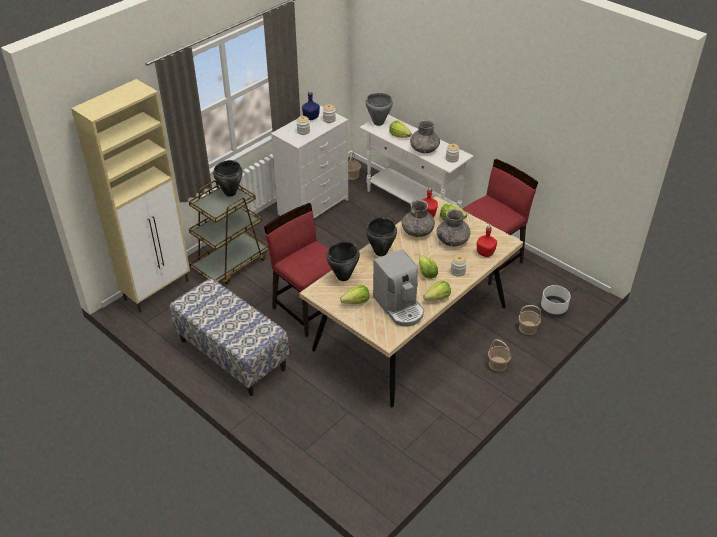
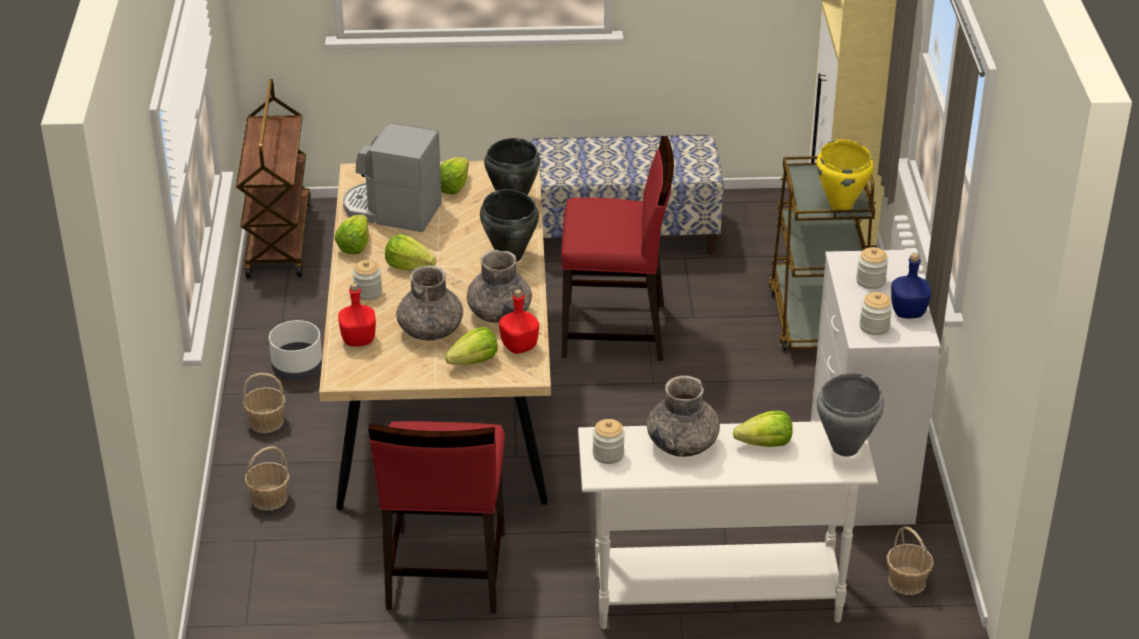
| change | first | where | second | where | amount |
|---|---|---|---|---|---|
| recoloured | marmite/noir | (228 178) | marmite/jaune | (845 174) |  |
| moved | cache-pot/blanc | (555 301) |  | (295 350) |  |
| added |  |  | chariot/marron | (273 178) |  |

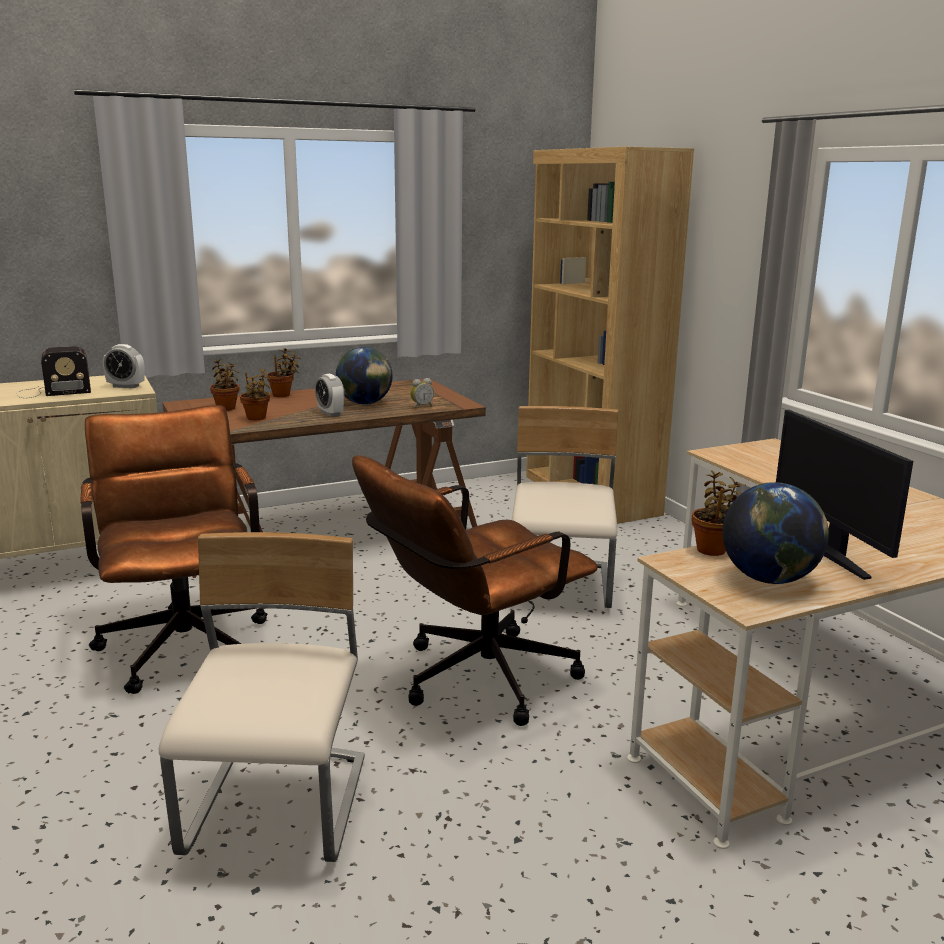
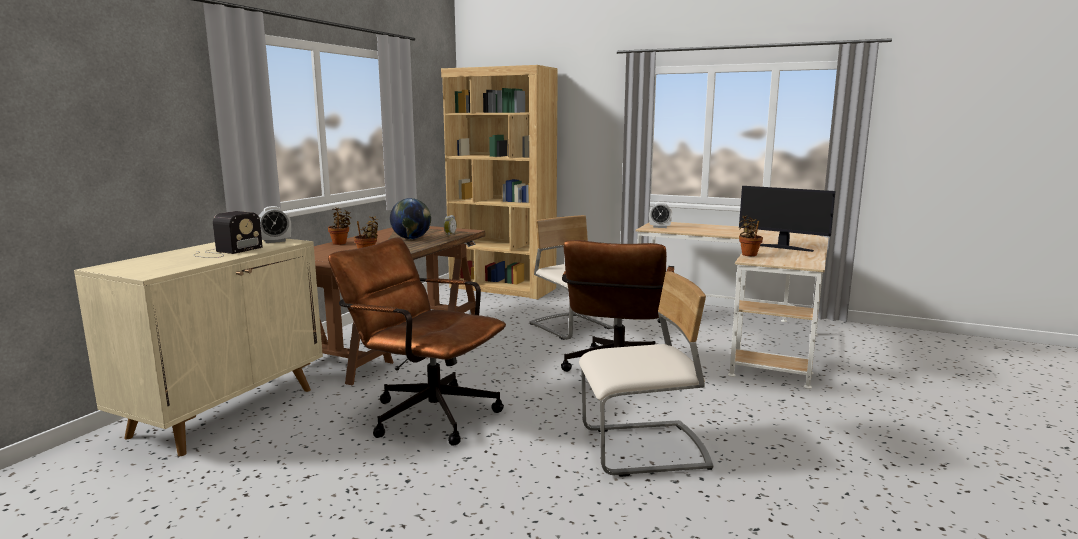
| change | first | where | second | where | amount |
|---|---|---|---|---|---|
| turned | chaise/beige | (262 697) |  | (646 374) | 120 degrees clockwise |
| removed | plante en pot | (224 385) |  |  |  |
| moved | réveil | (330 395) |  | (660 215) |  |
| removed | globe | (775 533) |  |  |  |

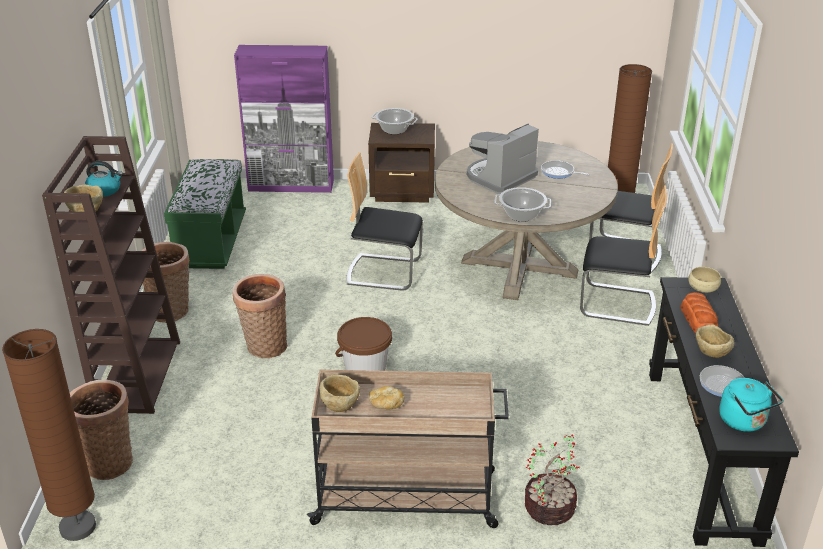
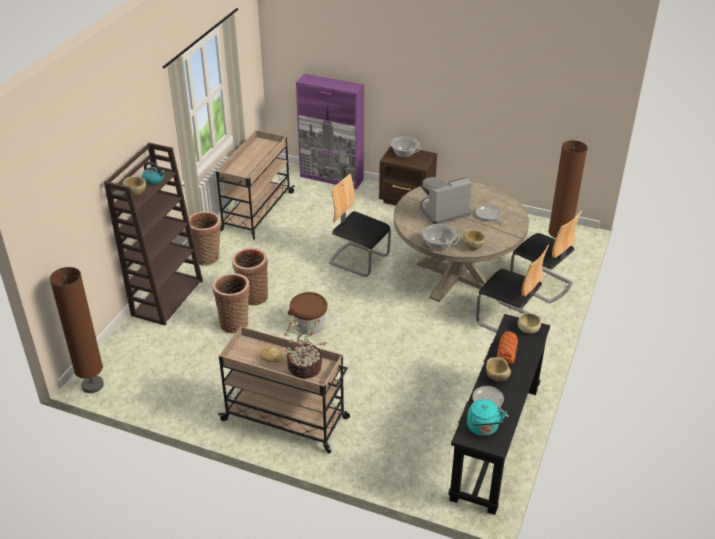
| change | first | where | second | where | amount |
|---|---|---|---|---|---|
| moved | panier | (101 429) |  | (231 303) |  |
| replaced | banc/vert | (205 214) | chariot/beige | (255 185) |  |
| moved | bol/beige | (339 393) |  | (474 239) |  |
| moved | plante en pot | (552 479) |  | (305 349) |  |

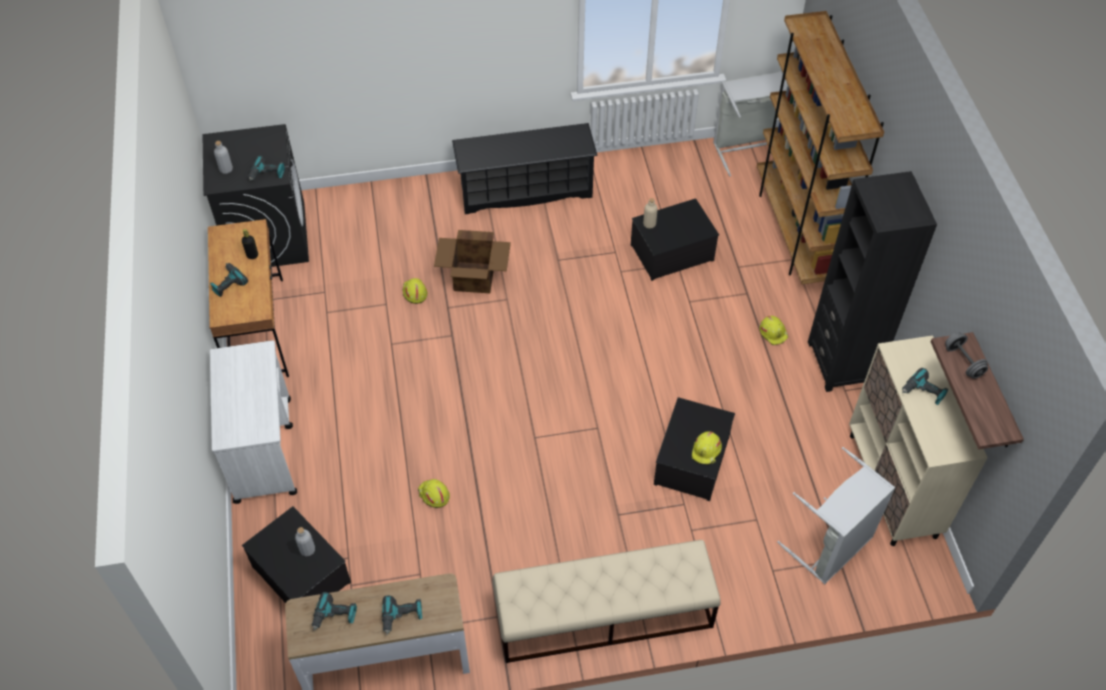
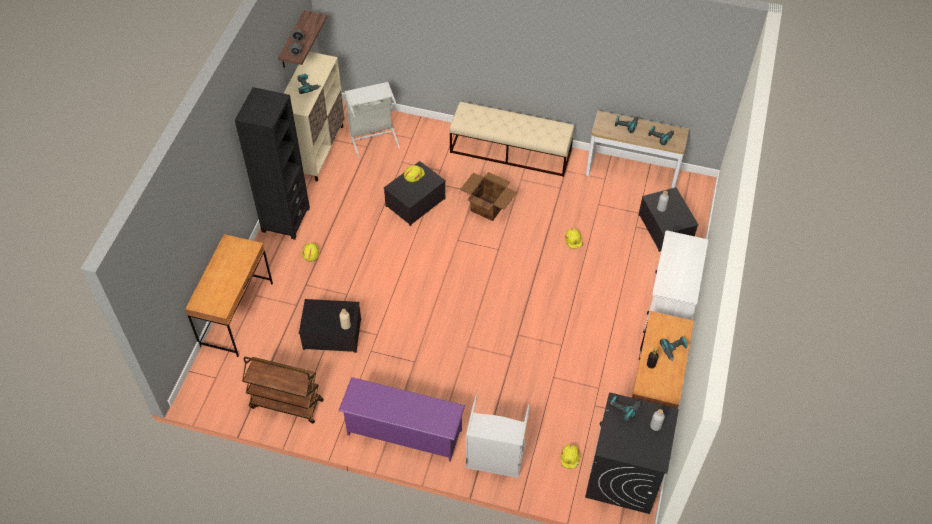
| change | first | where | second | where | amount |
|---|---|---|---|---|---|
| moved | casque de chantier/jaune | (414 291) |  | (571 456) |  |
| moved | carton | (472 261) |  | (488 196) |  |
| recoloured | étagère à chaussures/noir | (525 168) | étagère à chaussures/violet | (401 419) |  |
| moved | panier à linge/gris | (750 123) |  | (497 436) |  |
| replaced | bibliothèque/marron | (820 147) | bureau/marron | (229 295) |  |
| added |  |  | chariot/marron | (283 390) |  |

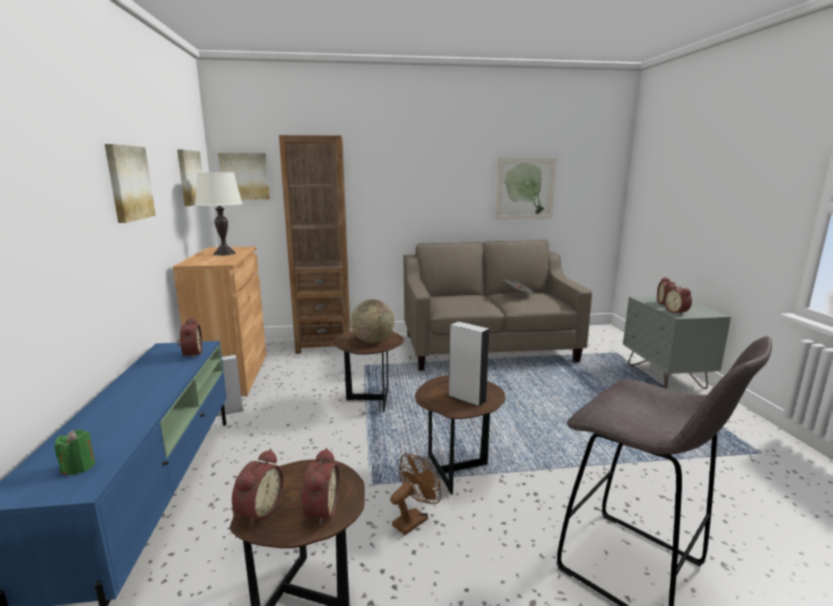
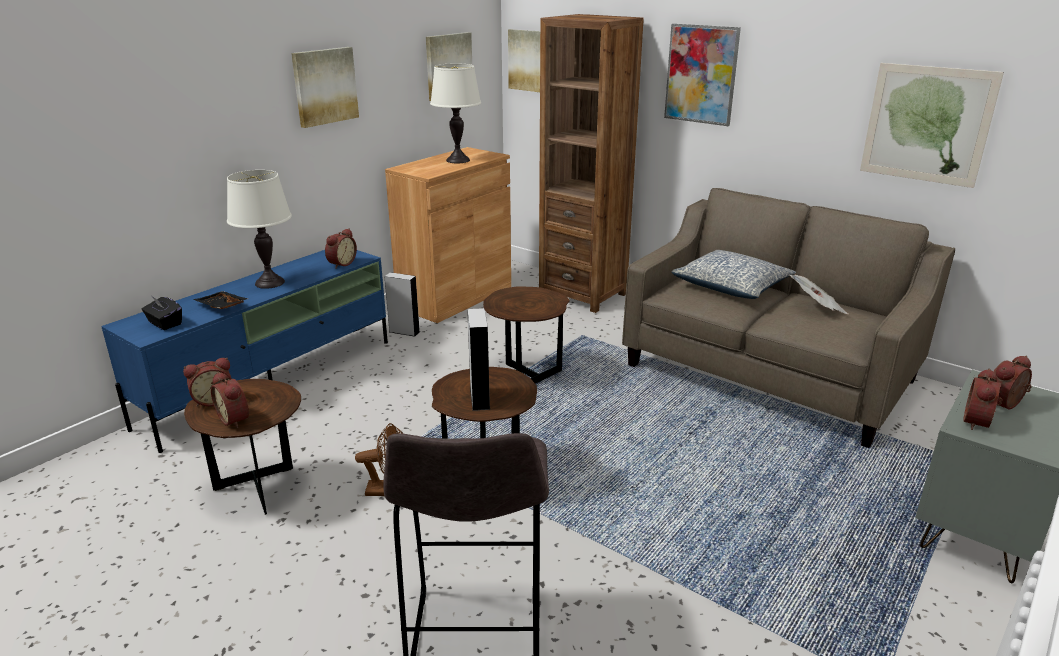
| change | first | where | second | where | amount |
|---|---|---|---|---|---|
| replaced | bougie/vert | (75 452) | boîte à mouchoirs/noir | (162 313) |  |
| turned | réveil | (319 487) |  | (230 400) | 90 degrees clockwise |
| removed | globe | (372 321) |  |  |  |
| added |  |  | plateau/noir | (220 300) |  |
| added |  |  | lampe de table/blanc | (259 229) |  |
| added |  |  | tableau | (702 75) |  |
| added |  |  | coussin | (734 274) |  |

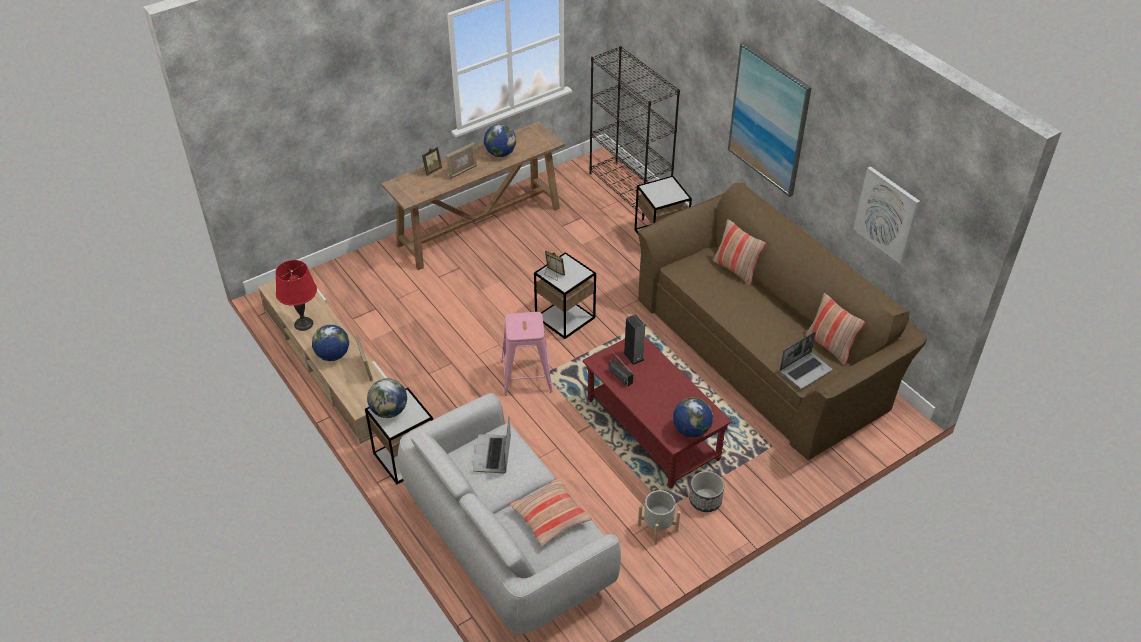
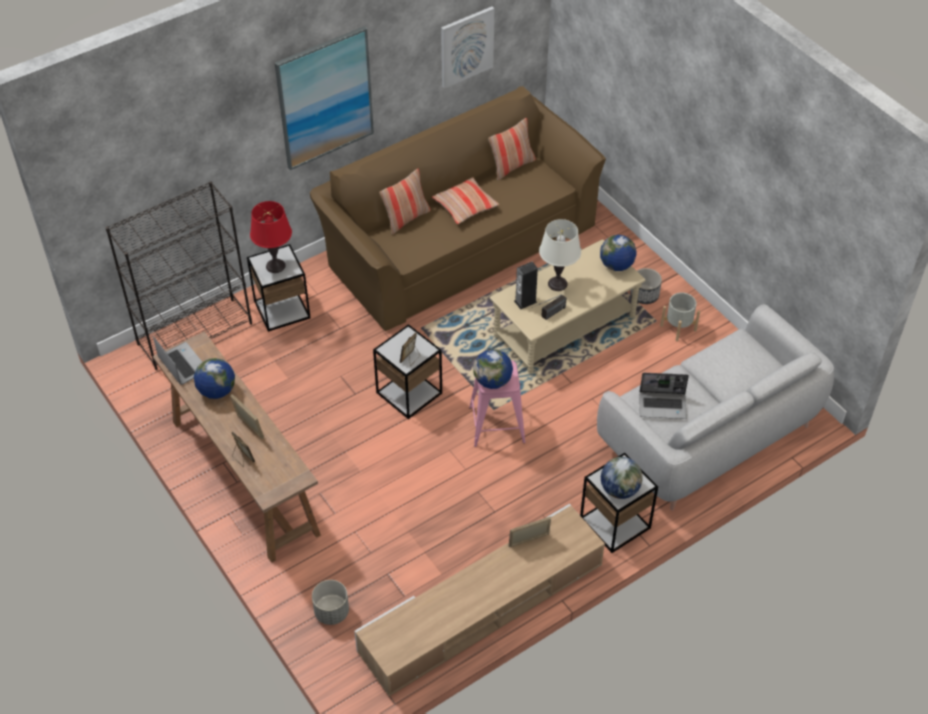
| change | first | where | second | where | amount |
|---|---|---|---|---|---|
| moved | lampe de table/rouge | (296 295) |  | (271 237) |  |
| moved | globe | (330 343) |  | (493 369) |  |
| moved | coussin | (551 512) |  | (465 200) |  |
| recoloured | table basse/rouge | (657 412) | table basse/beige | (567 306) |  |
| moved | ordinateur portable | (806 360) |  | (177 360) |  |
| added |  |  | cache-pot/gris | (330 602) |  |
| added |  |  | lampe de table/blanc | (560 255) |  |

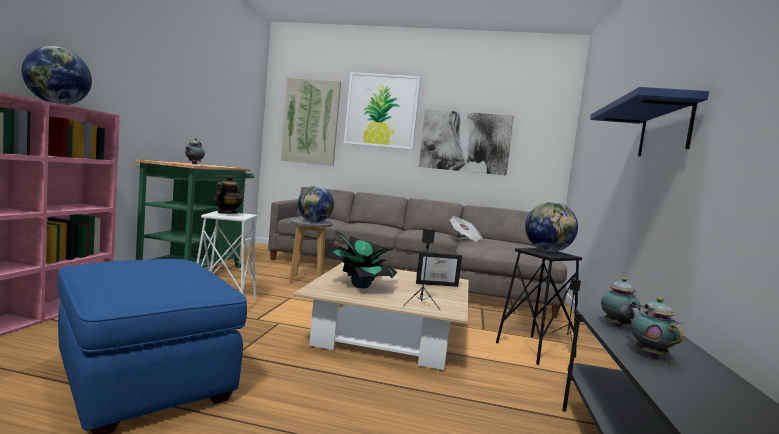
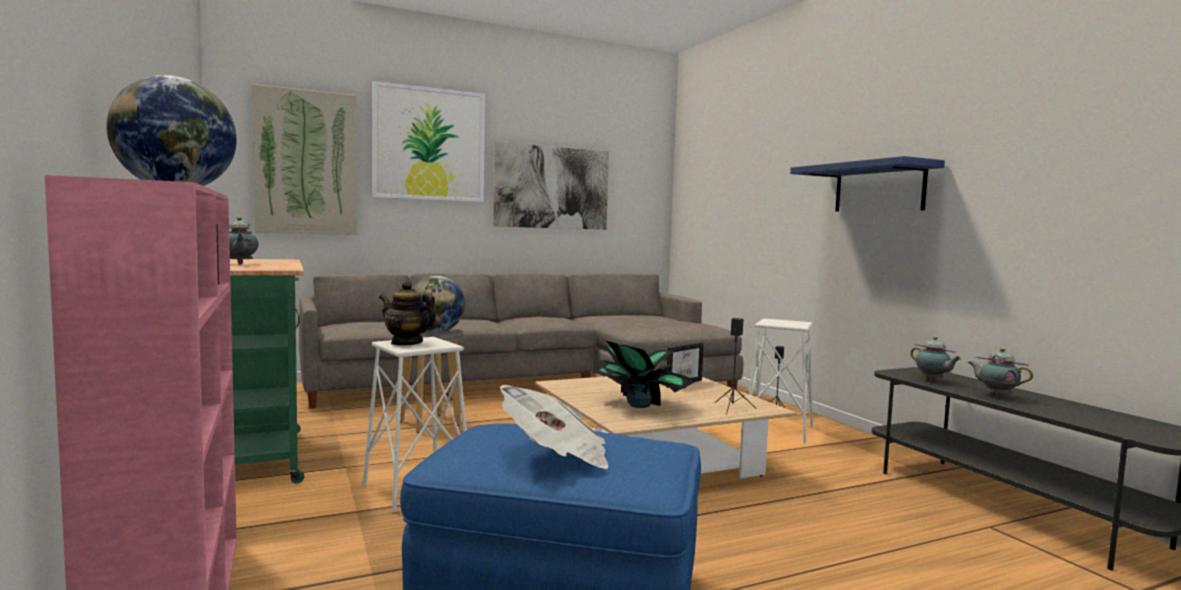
| change | first | where | second | where | amount |
|---|---|---|---|---|---|
| turned | théière | (228 194) |  | (408 313) | 45 degrees counterclockwise |
| moved | journal | (466 229) |  | (554 427) |  |
| recoloured | tabouret/noir | (539 306) | tabouret/blanc | (781 380) |  |
| removed | globe | (551 227) |  |  |  |

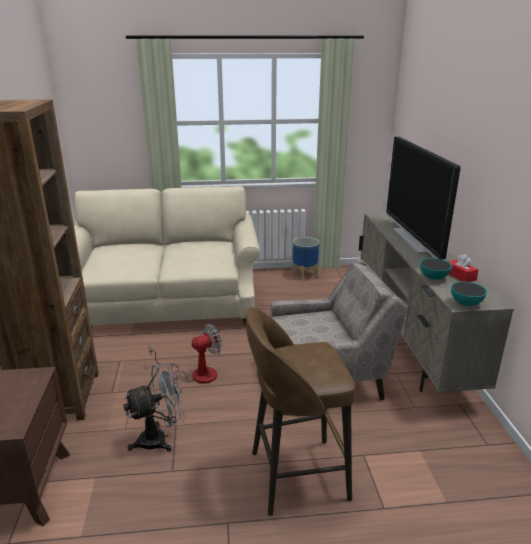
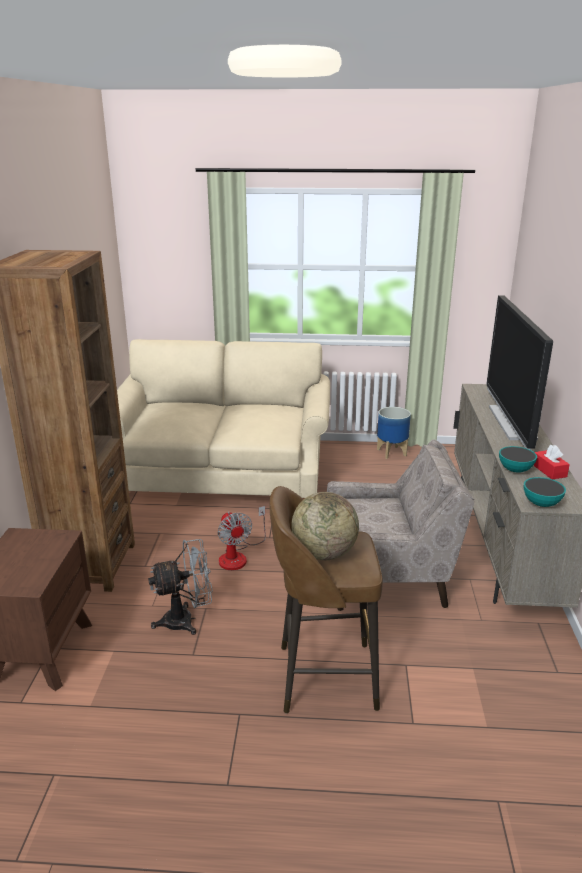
| change | first | where | second | where | amount |
|---|---|---|---|---|---|
| turned | ventilateur | (185 354) |  | (242 538) | 90 degrees clockwise |
| added |  |  | globe | (325 526) |  |

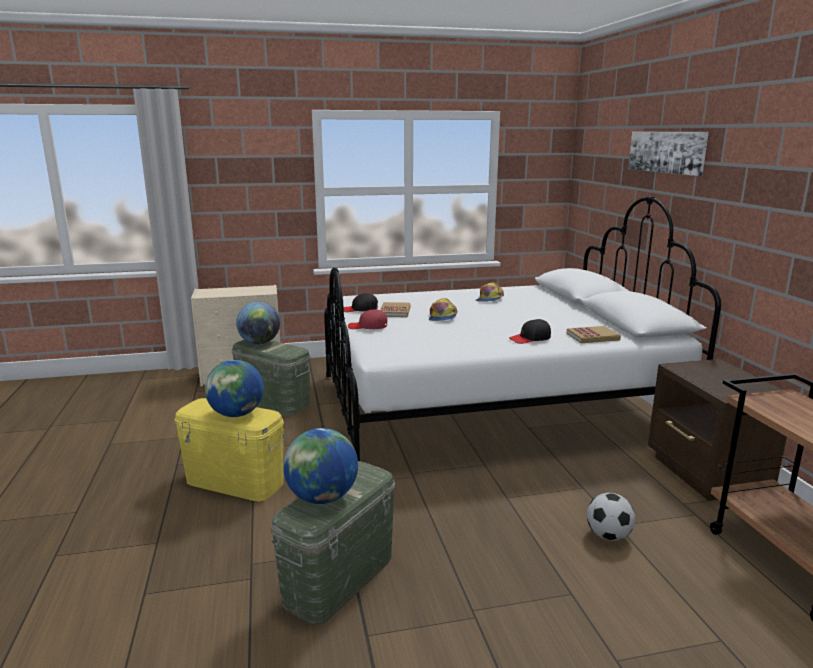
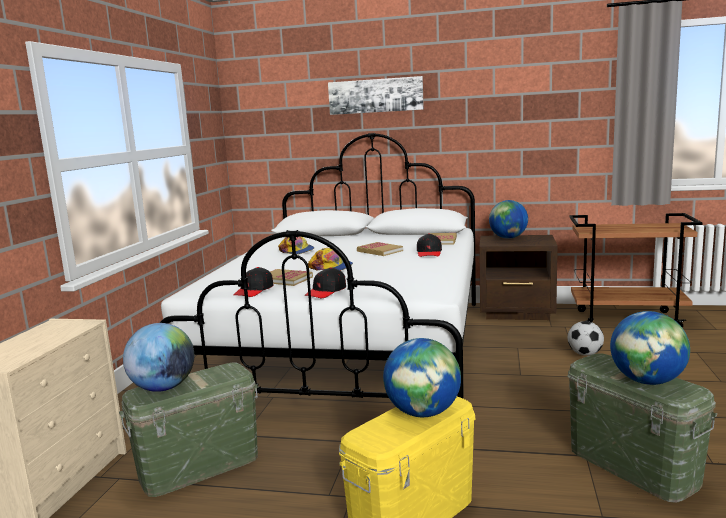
| change | first | where | second | where | amount |
|---|---|---|---|---|---|
| recoloured | casquette/rouge | (367 319) | casquette/noir | (325 282) |  |
| added |  |  | livre | (380 249) |  |
| added |  |  | globe | (508 219) |  |

